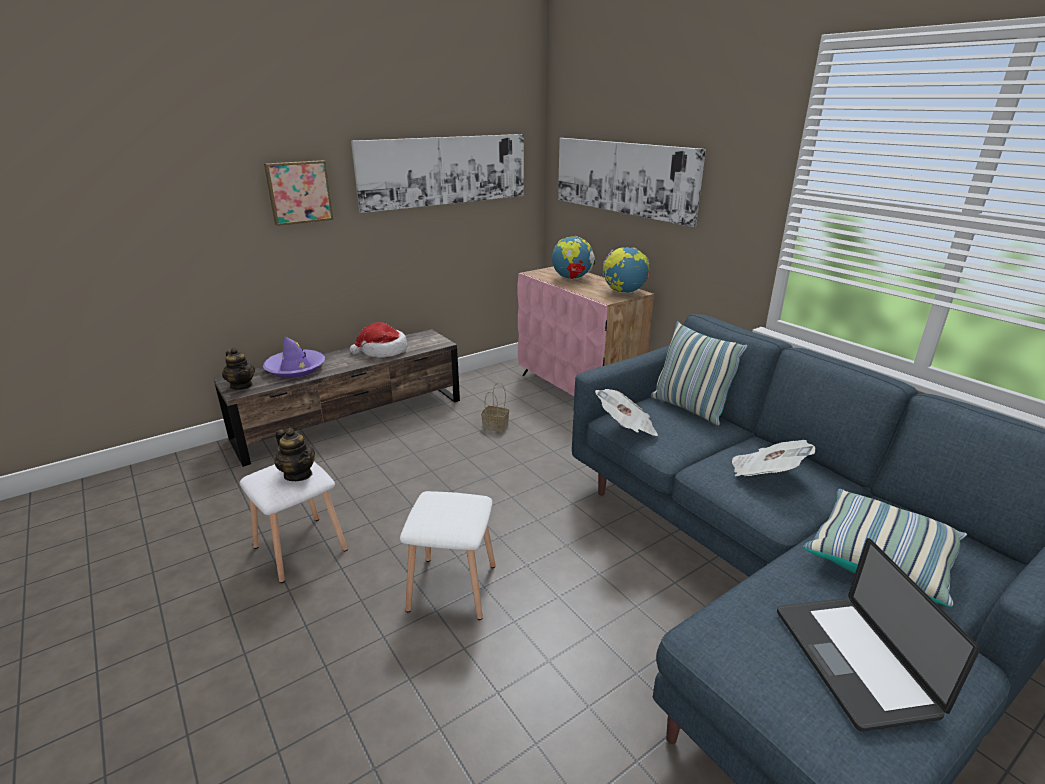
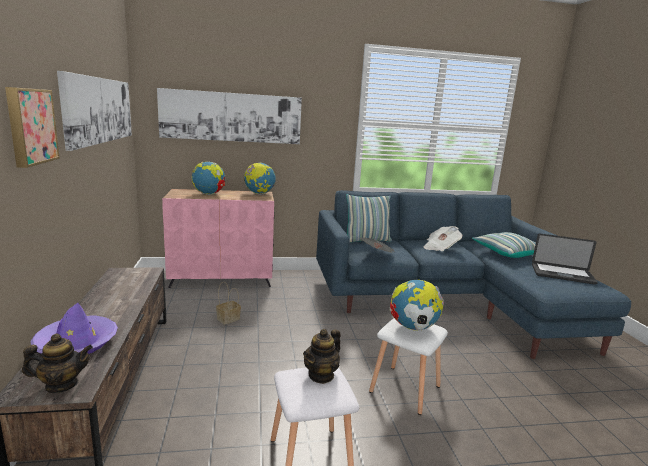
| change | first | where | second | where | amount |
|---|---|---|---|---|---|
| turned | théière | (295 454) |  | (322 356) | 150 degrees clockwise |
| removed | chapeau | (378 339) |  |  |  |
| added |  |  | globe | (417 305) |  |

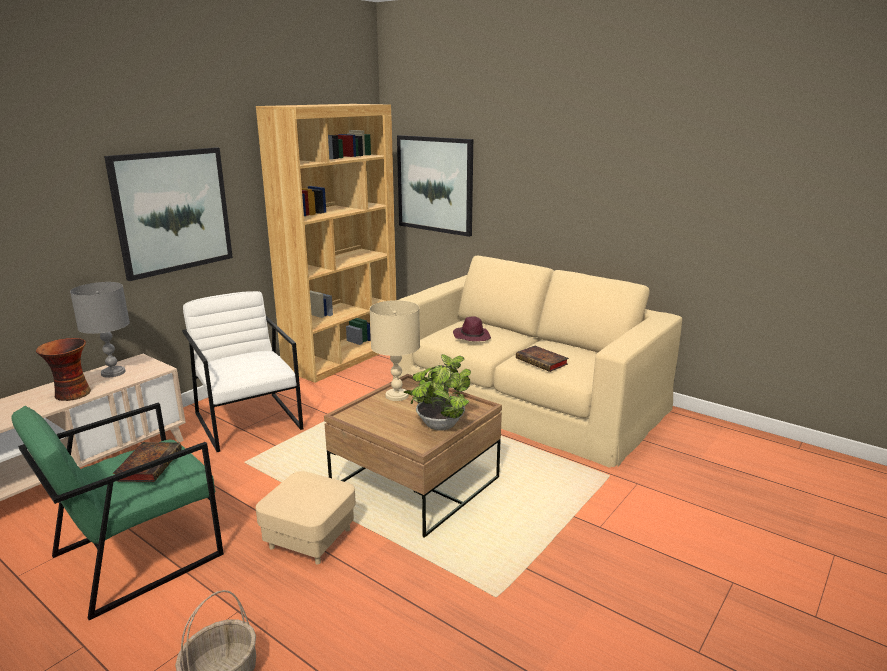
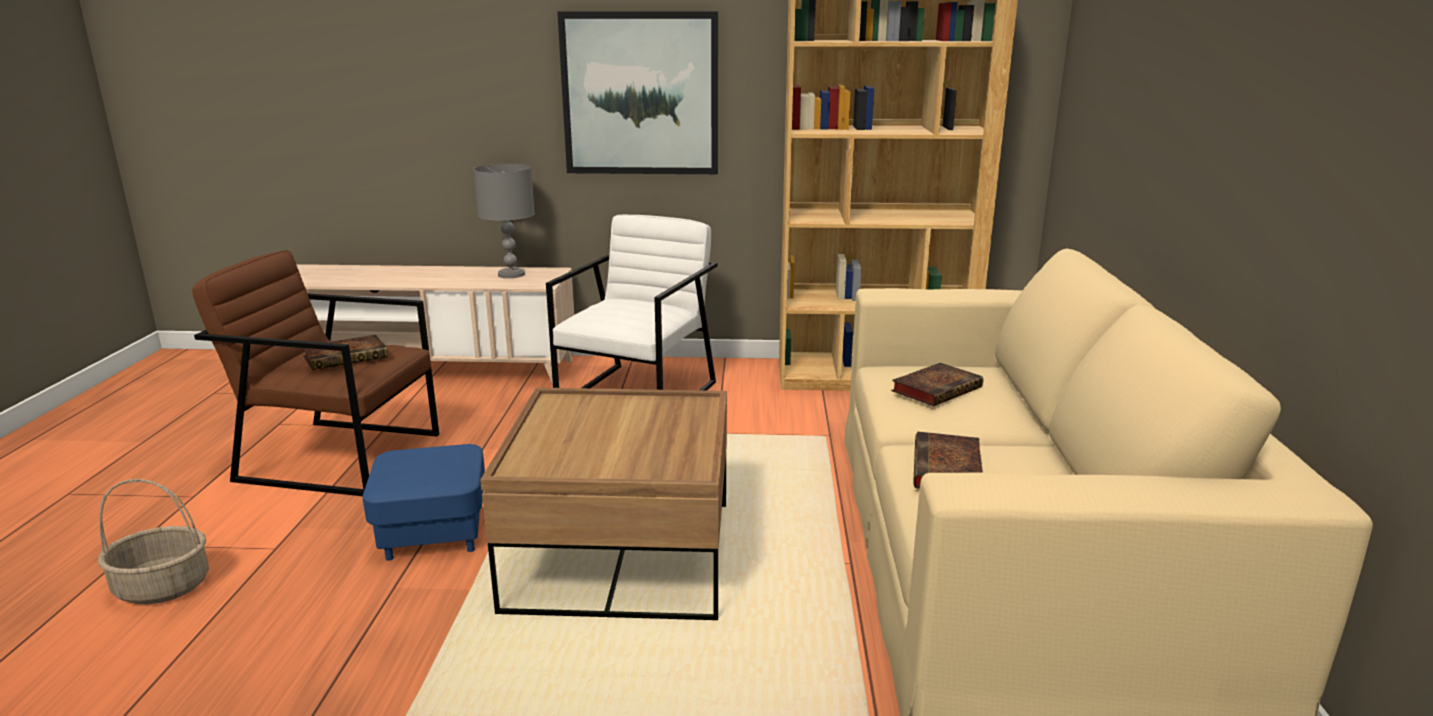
| change | first | where | second | where | amount |
|---|---|---|---|---|---|
| recoloured | fauteuil/vert | (117 511) | fauteuil/marron | (315 373) |  |
| removed | vase | (63 369) |  |  |  |
| recoloured | pouf/beige | (306 517) | pouf/bleu | (423 502) |  |
| removed | lampe de table/beige | (395 350) |  |  |  |
| removed | tableau | (435 186) |  |  |  |
| removed | plante en pot | (437 392) |  |  |  |
| replaced | chapeau/violet | (472 328) | livre | (937 384) |  |

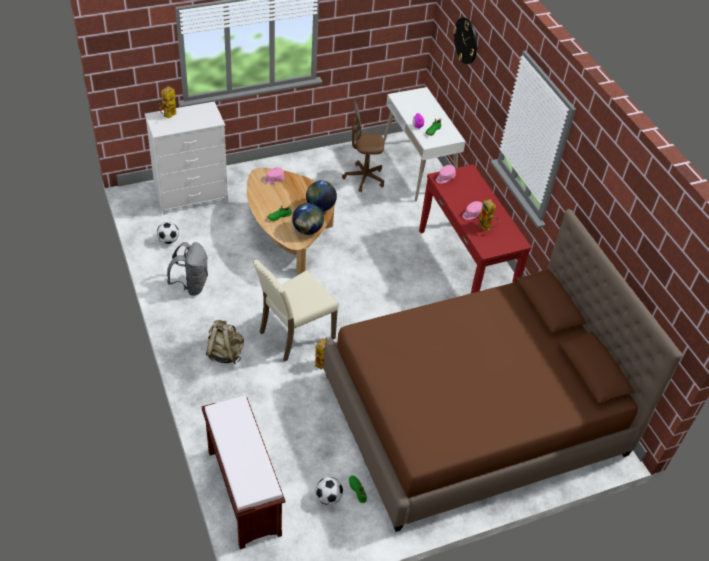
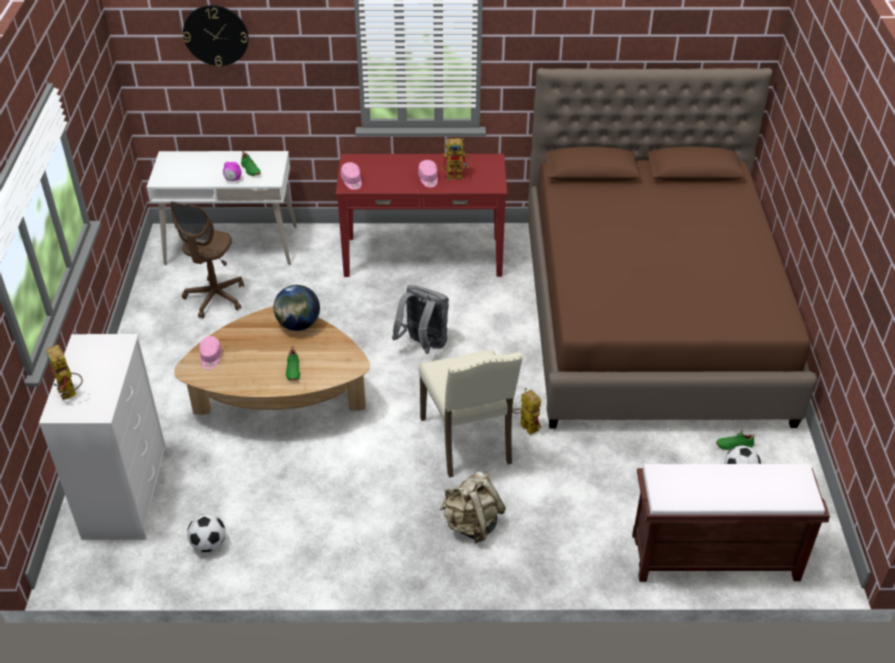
| change | first | where | second | where | amount |
|---|---|---|---|---|---|
| moved | sac à dos/gris | (187 269) |  | (420 319) |  |
| removed | globe | (308 219) |  |  |  |

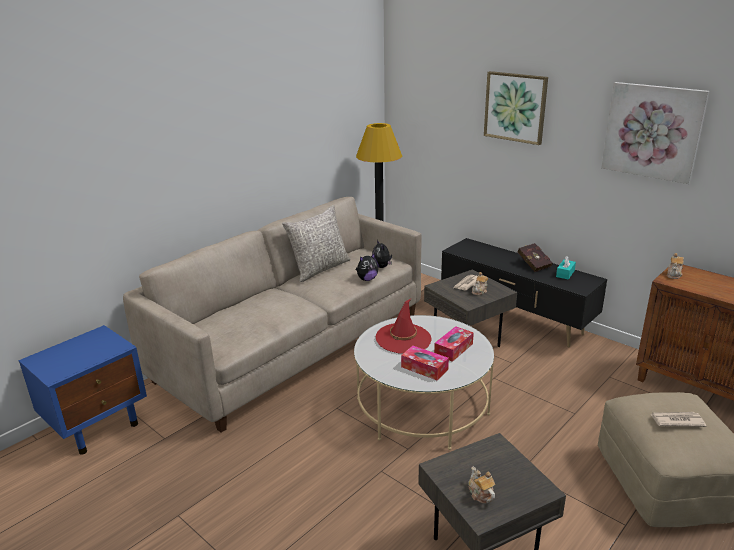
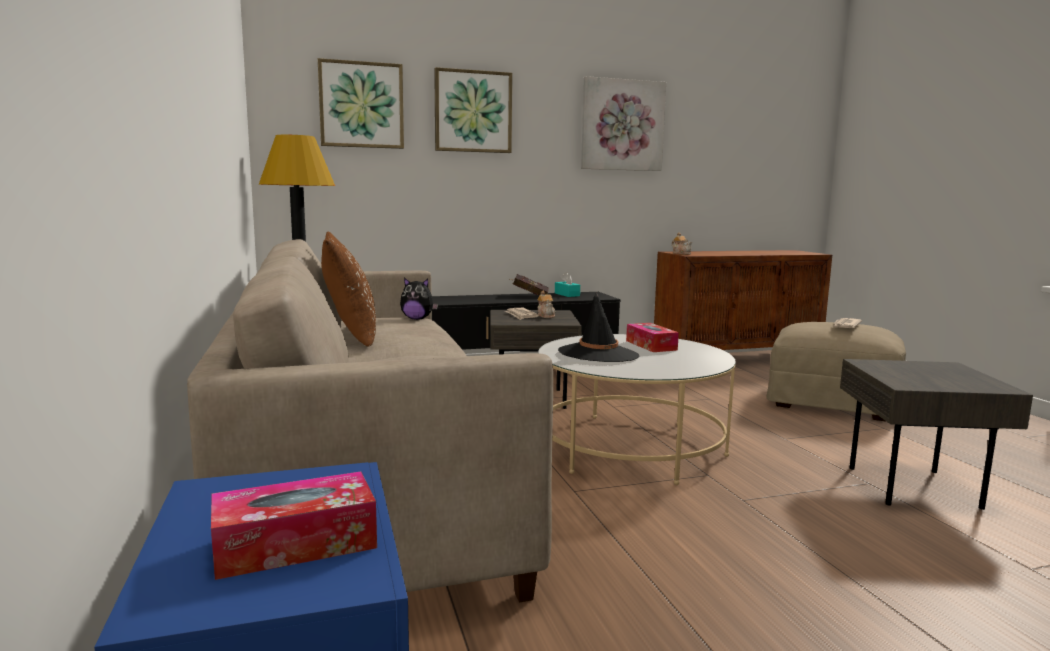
| change | first | where | second | where | amount |
|---|---|---|---|---|---|
| recoloured | coussin/gris | (316 243) | coussin/marron | (348 289) |  |
| removed | peluche | (367 267) |  |  |  |
| recoloured | chapeau/rouge | (404 326) | chapeau/noir | (599 327) |  |
| moved | boîte à mouchoirs | (425 363) |  | (294 525) |  |
| removed | théière | (481 484) |  |  |  |
| added |  |  | tableau | (361 103) |  |

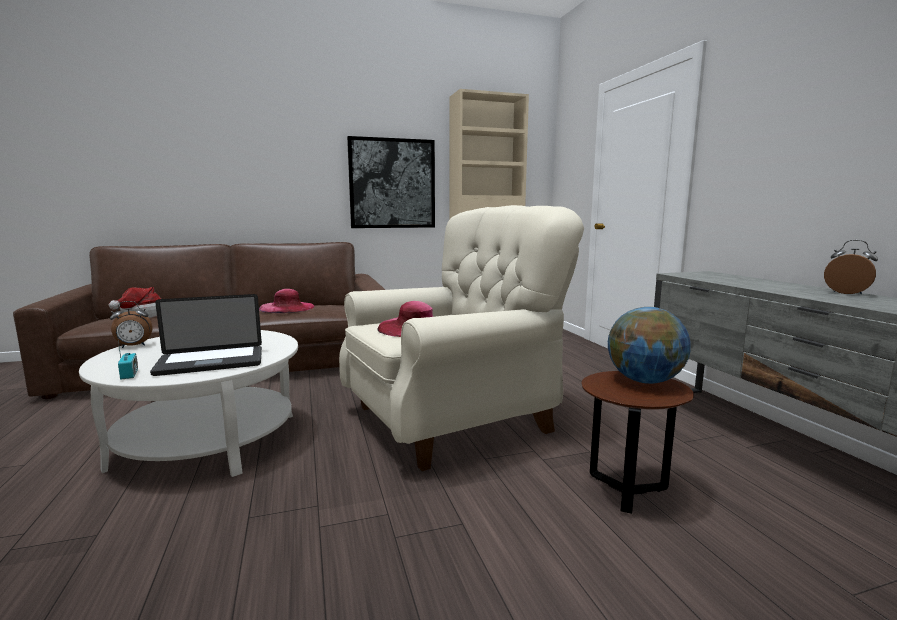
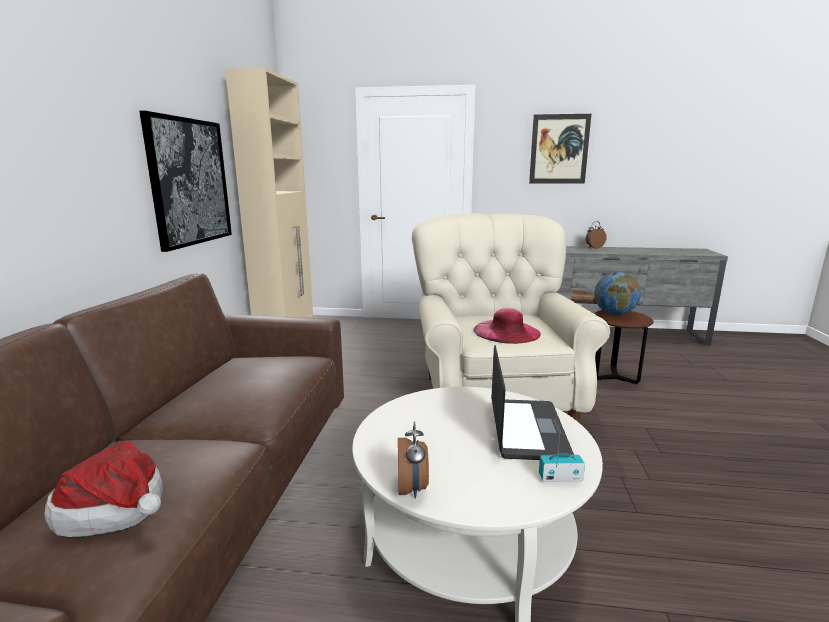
| change | first | where | second | where | amount |
|---|---|---|---|---|---|
| removed | chapeau/rose | (286 301) |  |  |  |
| added |  |  | tableau | (560 149) |  |

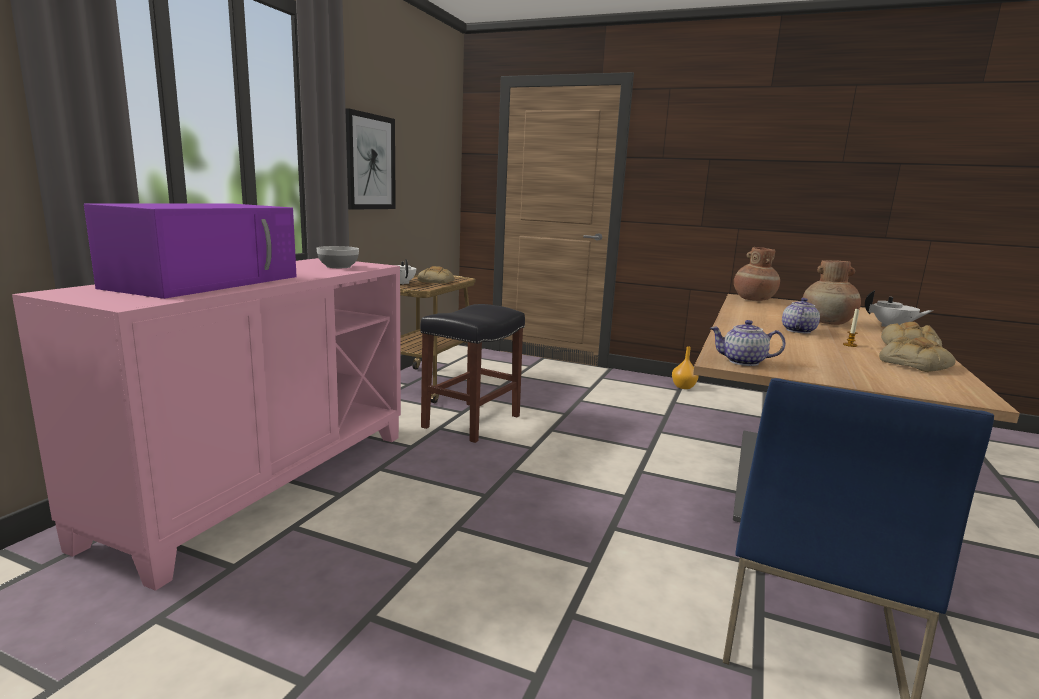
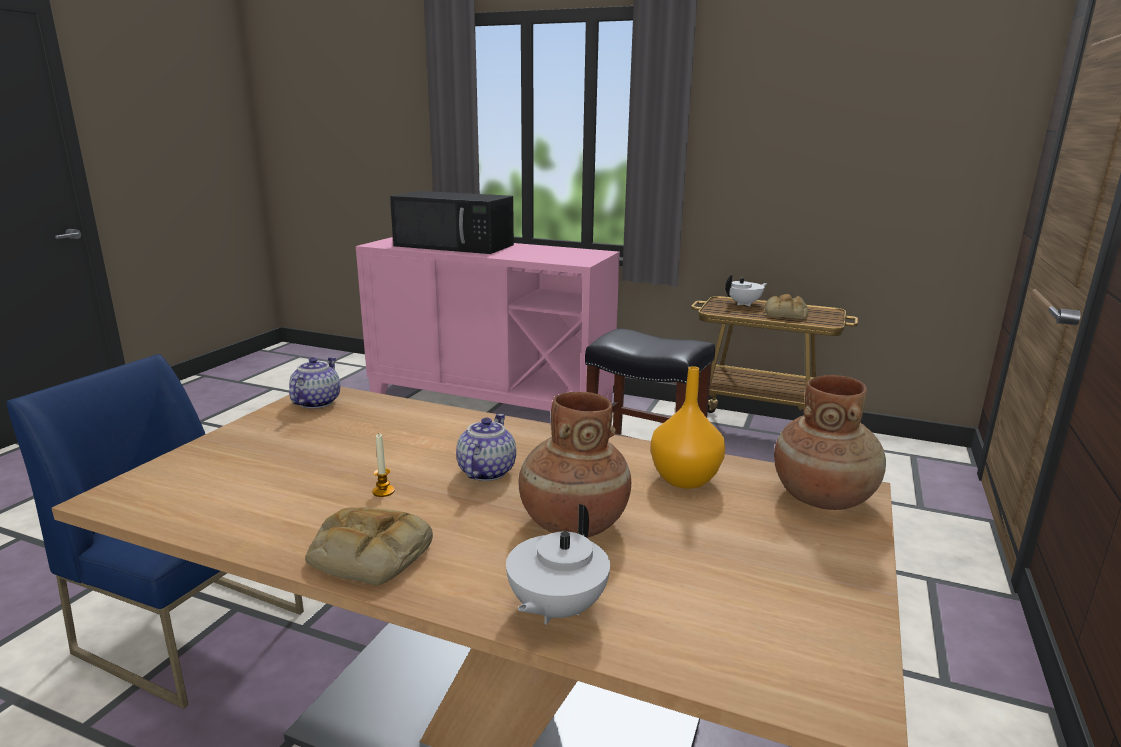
| change | first | where | second | where | amount |
|---|---|---|---|---|---|
| recoloured | micro-ondes/violet | (190 251) | micro-ondes/noir | (452 222) |  |
| removed | bol | (337 257) |  |  |  |
| removed | tableau | (370 159) |  |  |  |
| moved | vase/orange | (685 367) |  | (687 427) |  |
| turned | théière | (801 315) |  | (486 447) | 105 degrees counterclockwise |
| removed | pain | (917 354) |  |  |  |

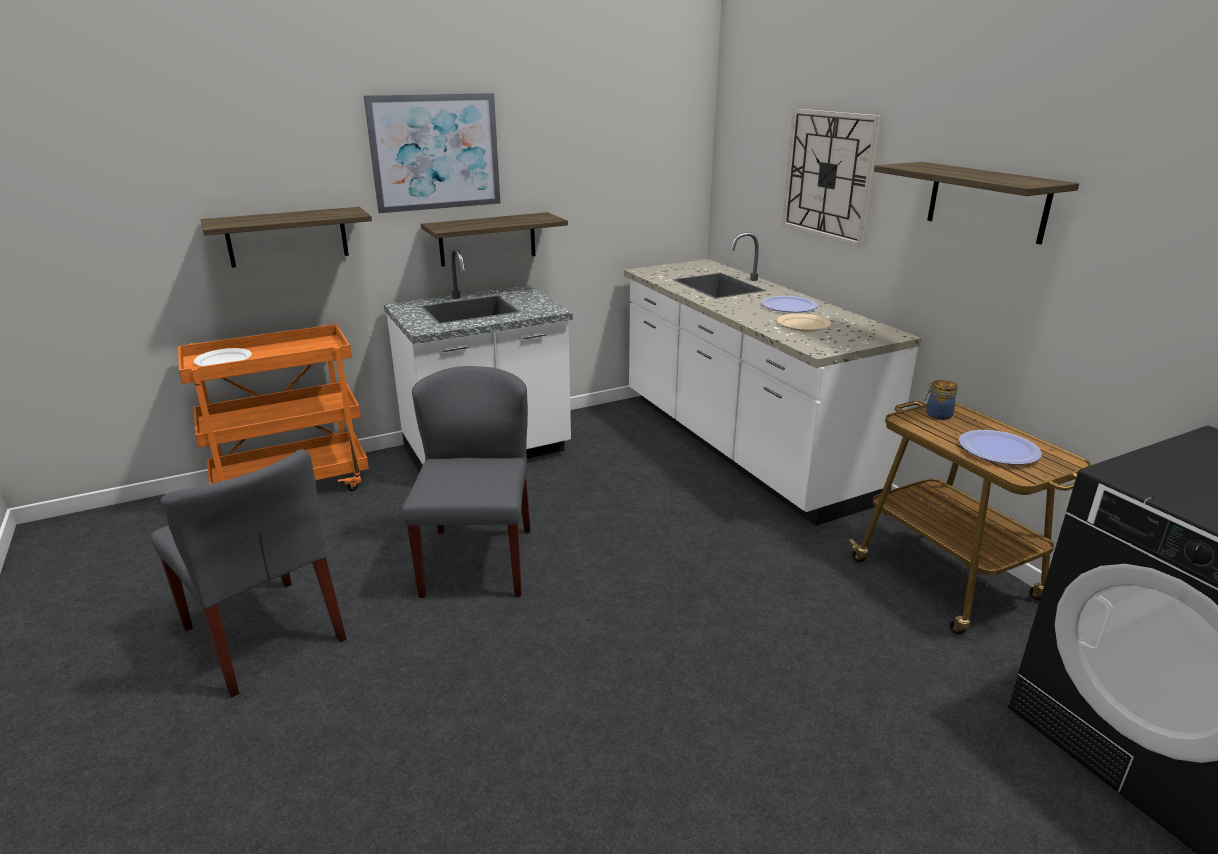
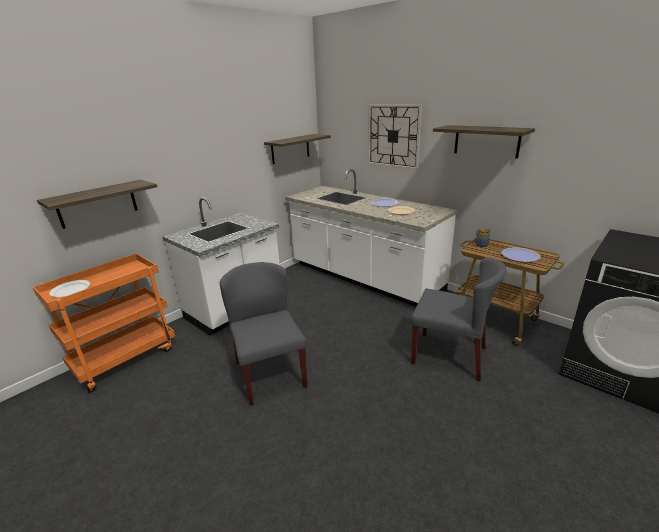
| change | first | where | second | where | amount |
|---|---|---|---|---|---|
| moved | chaise/gris | (248 573) |  | (459 319) |  |
| removed | tableau | (432 153) |  |  |  |
| moved | étagère | (494 239) |  | (297 149) |  |

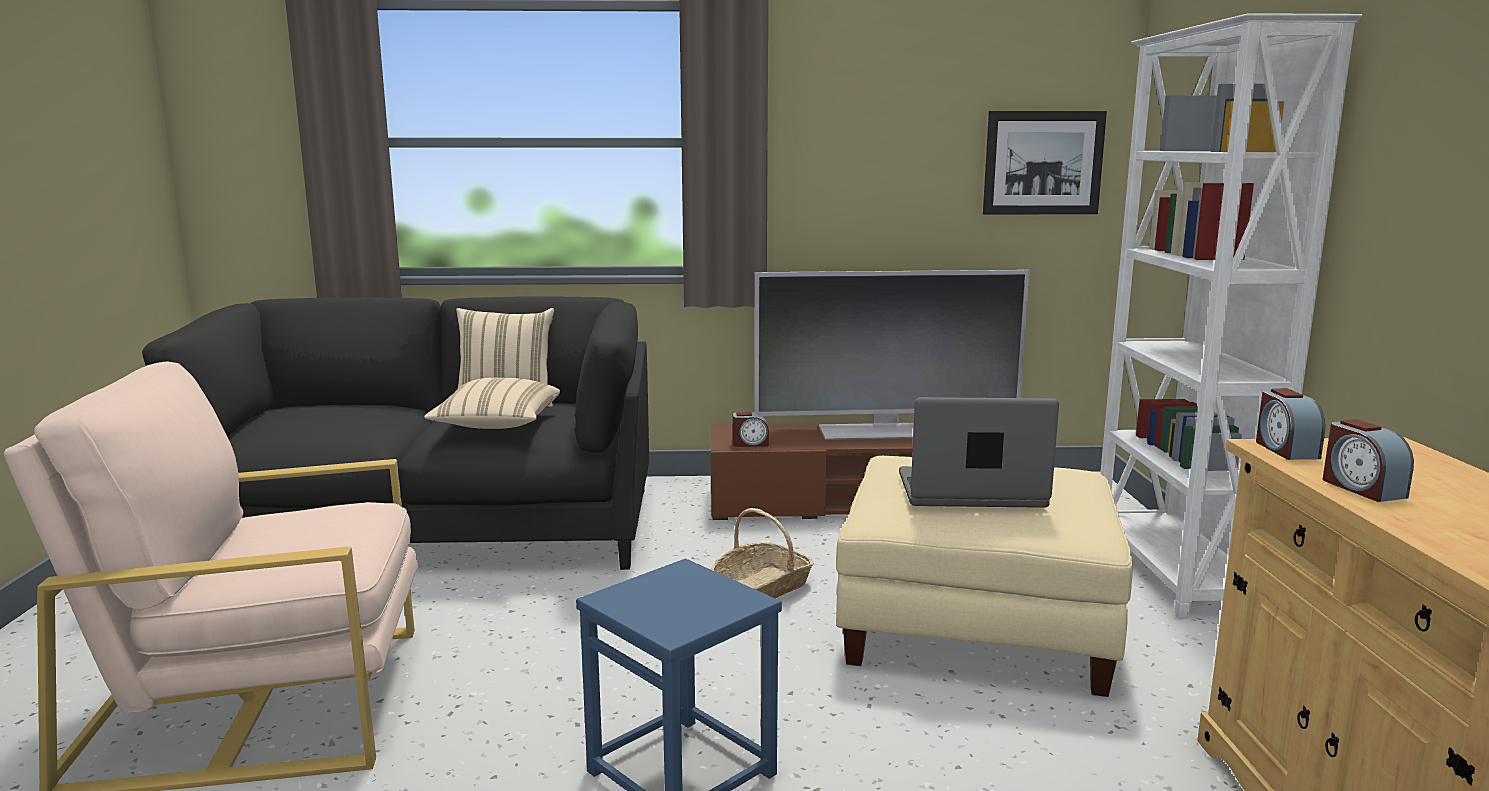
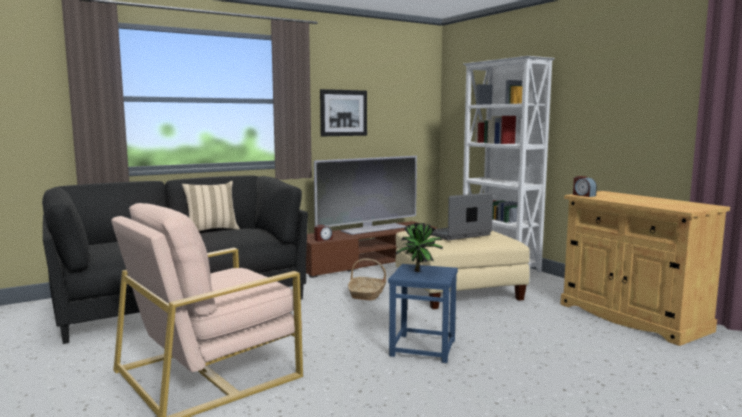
| change | first | where | second | where | amount |
|---|---|---|---|---|---|
| removed | coussin/beige | (492 403) |  |  |  |
| moved | tableau | (1045 163) |  | (343 112) |  |
| removed | réveil | (1368 460) |  |  |  |
| added |  |  | plante en pot | (419 247) |  |

